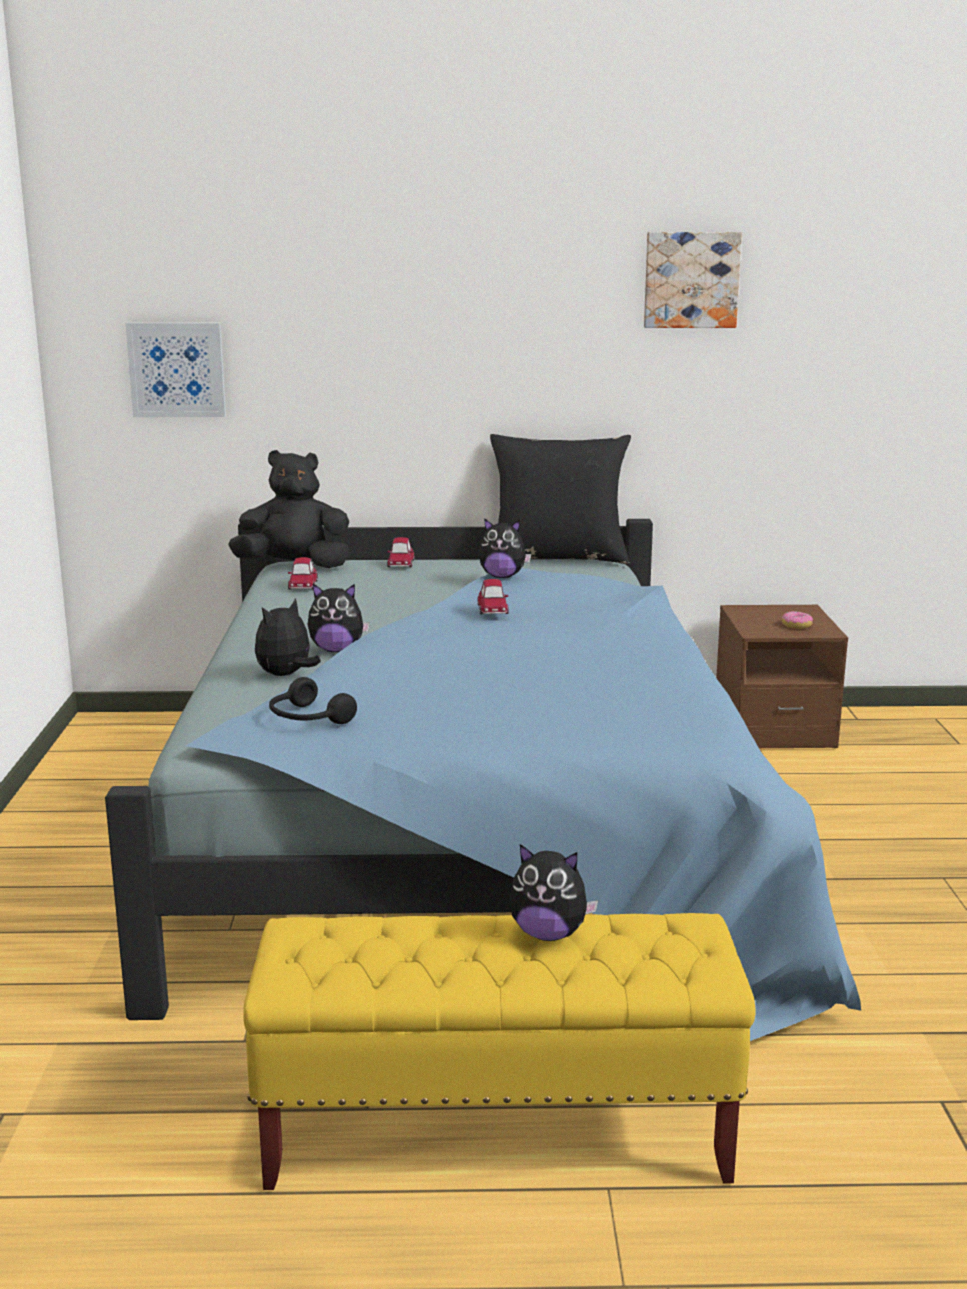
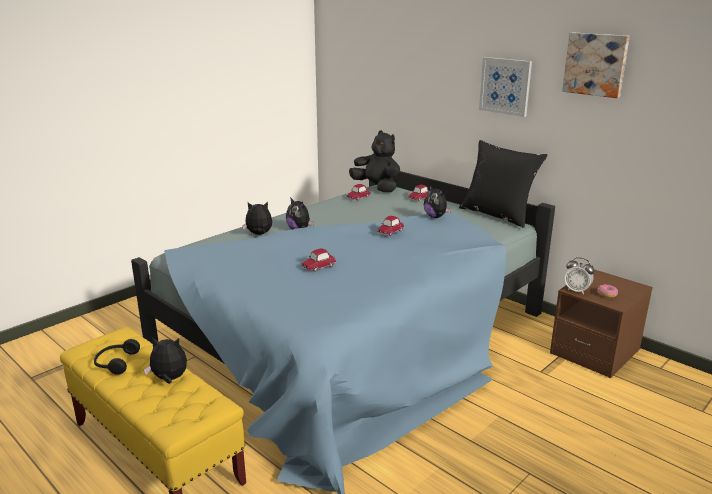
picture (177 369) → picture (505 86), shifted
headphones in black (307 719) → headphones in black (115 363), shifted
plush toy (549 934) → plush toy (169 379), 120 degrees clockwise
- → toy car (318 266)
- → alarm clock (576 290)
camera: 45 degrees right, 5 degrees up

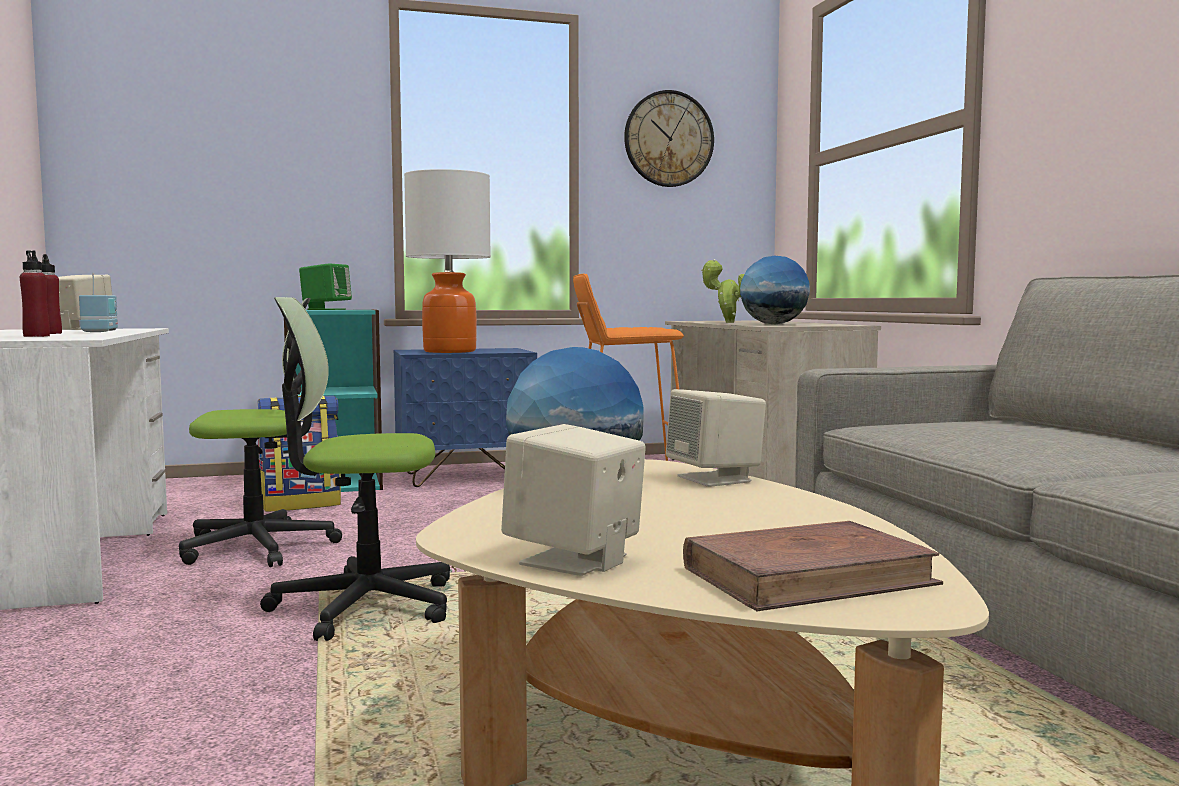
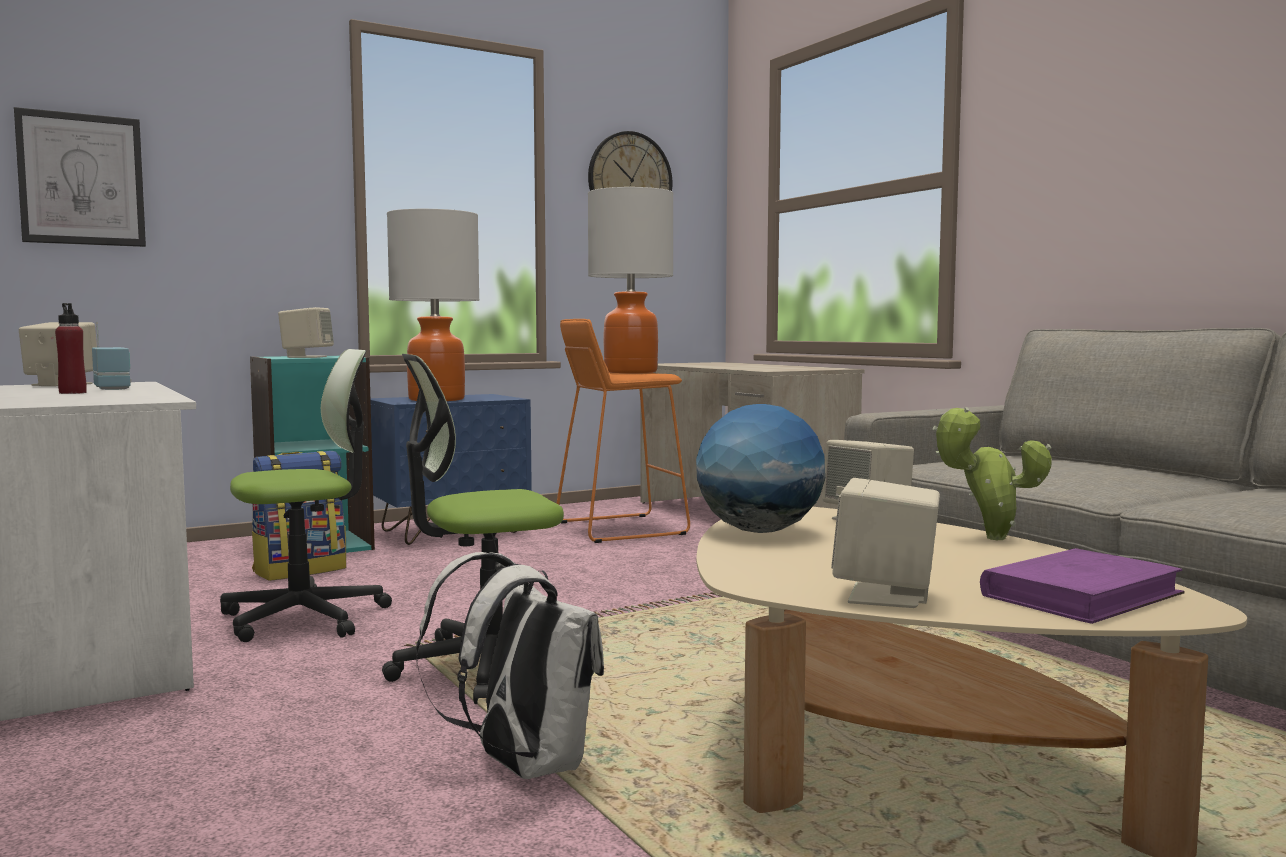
bottle in red (36 336) → -
speaker in green (326 309) → speaker in beige (307 357)
book in brown (808 577) → book in purple (1081 595)
potted plant (726 322) → potted plant (988 538), shifted
globe (773 324) → -
- → picture (81 179)
- → backpack in white (521 766)
- → table lamp (630 372)
camera: 15 degrees left, 0 degrees up

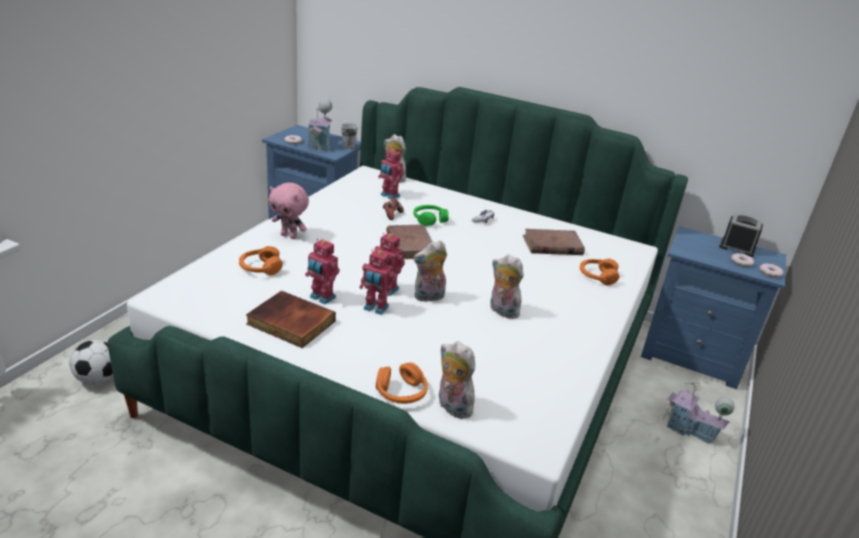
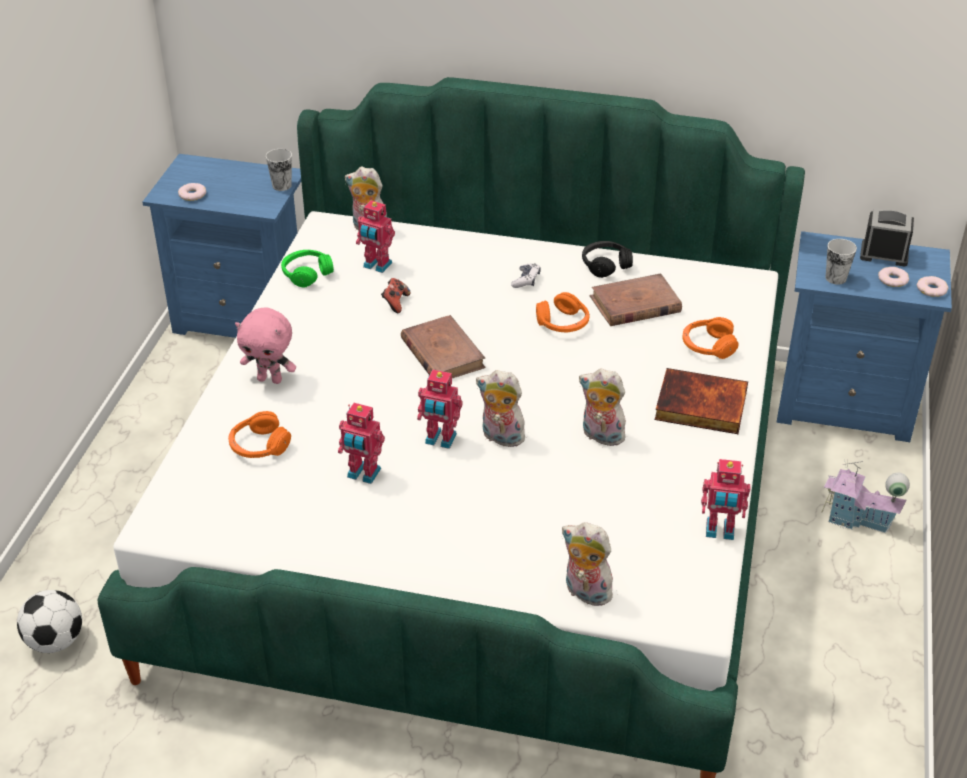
book (289 323) → book (700 406), shifted
toy house (321 144) → -
toy robot (375 308) → toy robot (720 531), shifted
headphones in orange (401 393) → headphones in orange (563 323), shifted
headphones in green (429 220) → headphones in green (307 274), shifted
plush toy (429 297) → plush toy (500 438), 60 degrees clockwise
- → headphones in black (605 265)
- → cup (835 278)
camera: 10 degrees left, 10 degrees up

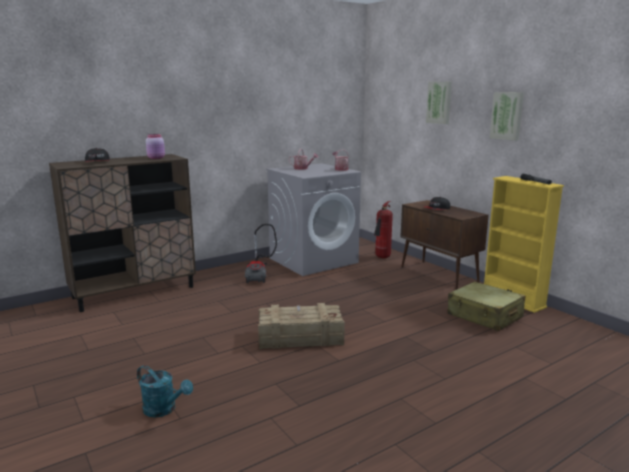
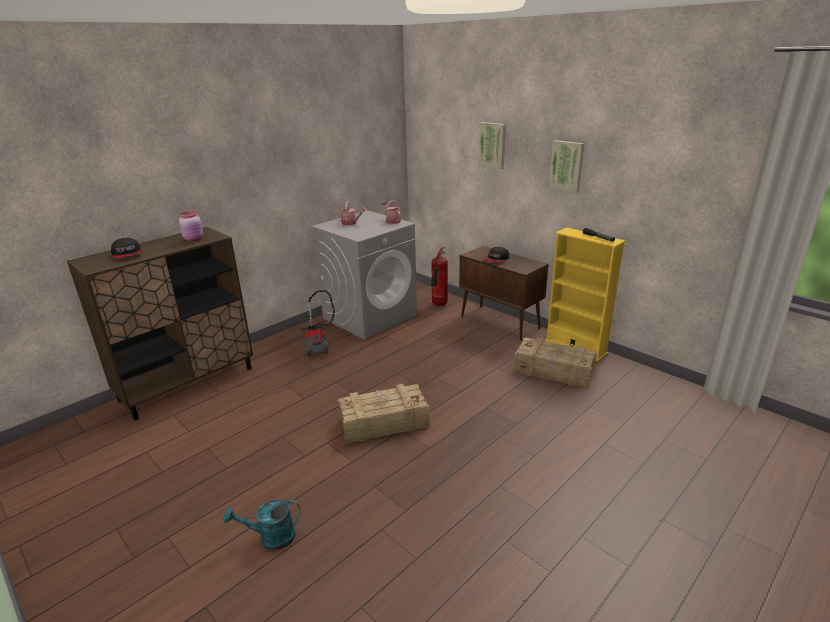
watering can in turquoise (164 409) → watering can in turquoise (271 538), 150 degrees clockwise
suitcase in beige (484 316) → crate (554 371)
camera: 10 degrees left, 10 degrees up

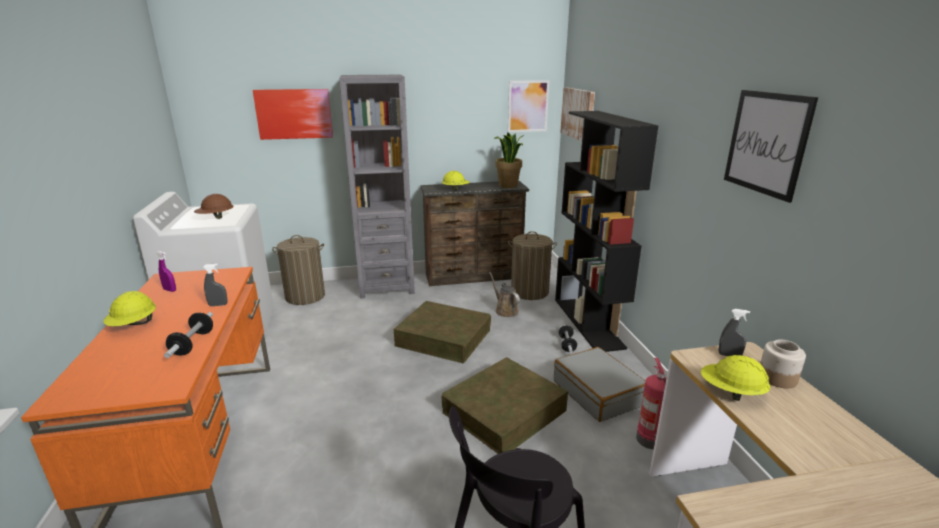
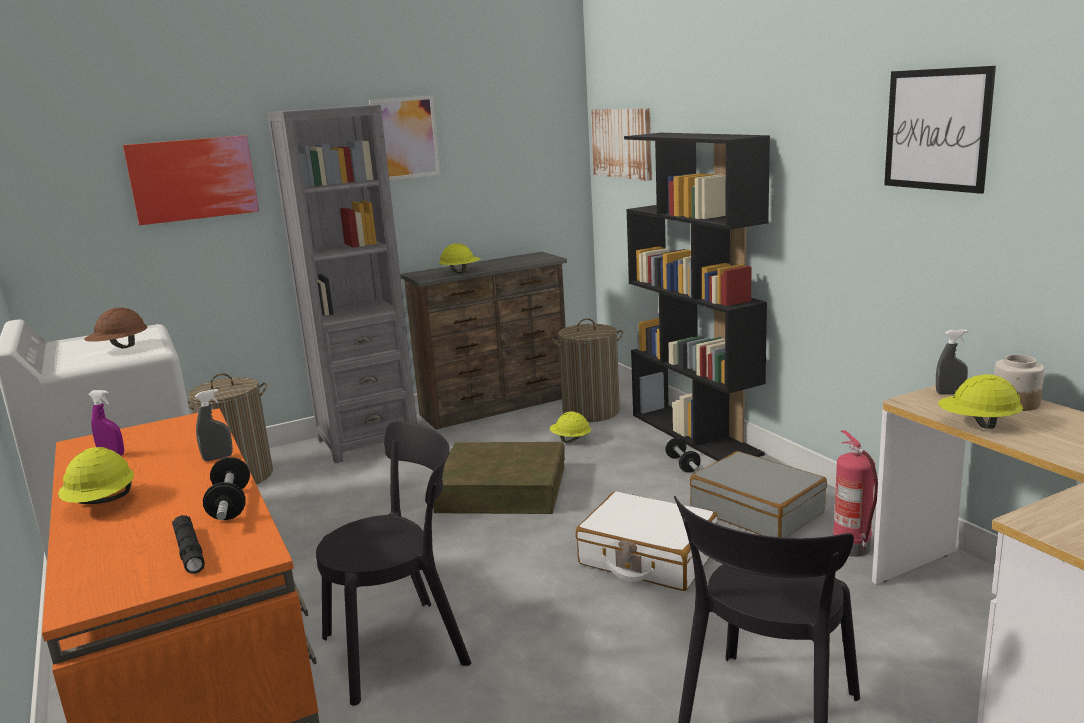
storage box in brown (504 412) → suitcase in white (647 557)
watering can in brown (505 310) → hard hat in yellow (570 440)
potted plant (508 186) → -
picture (528 106) → picture (405 138), shifted
- → flashlight in black (189 551)
- → chair in black (402 647)
camera: 15 degrees left, 5 degrees down

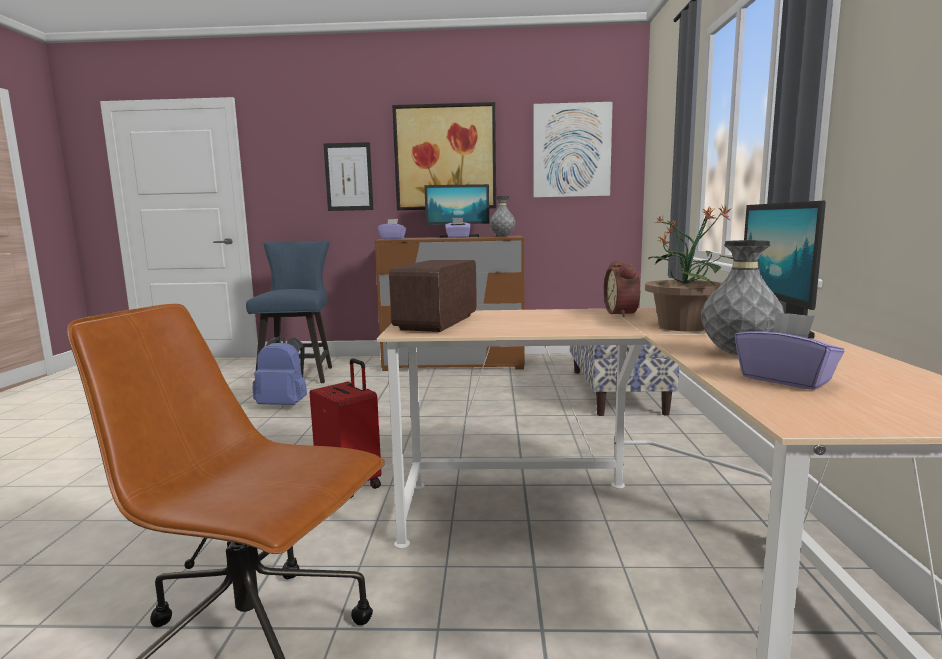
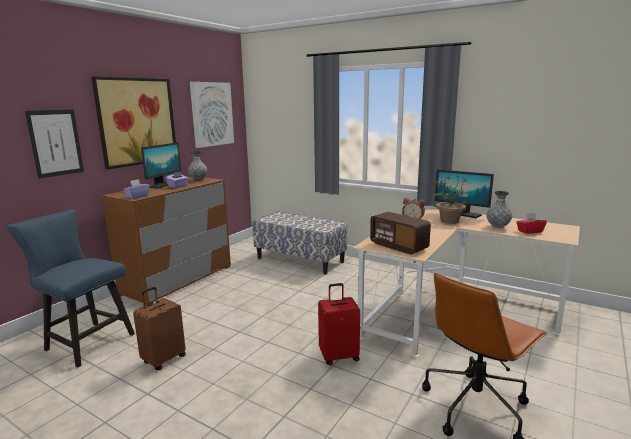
backpack in blue (284 405) → suitcase in brown (163 359)
tissue box in purple (785 379) → tissue box in red (529 231)
camera: 60 degrees left, 5 degrees up

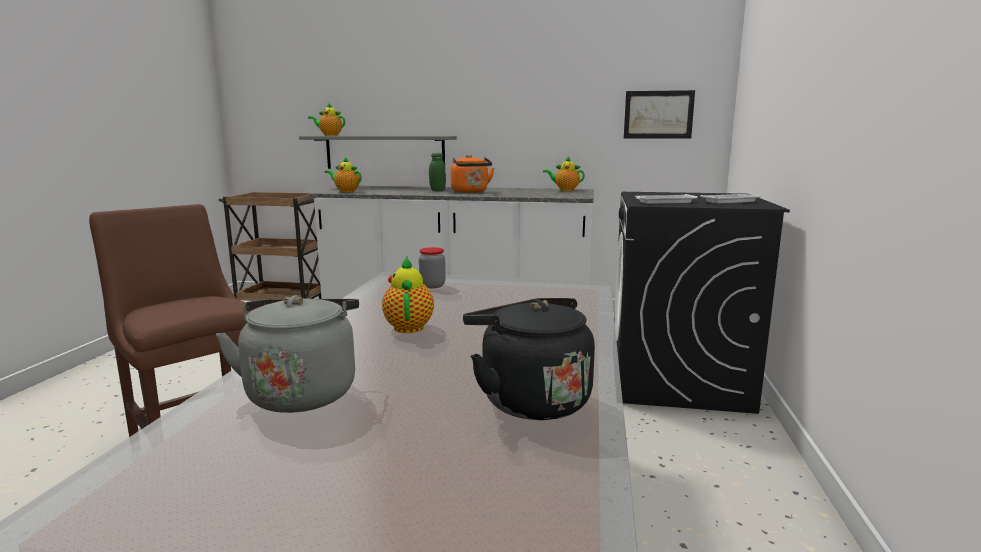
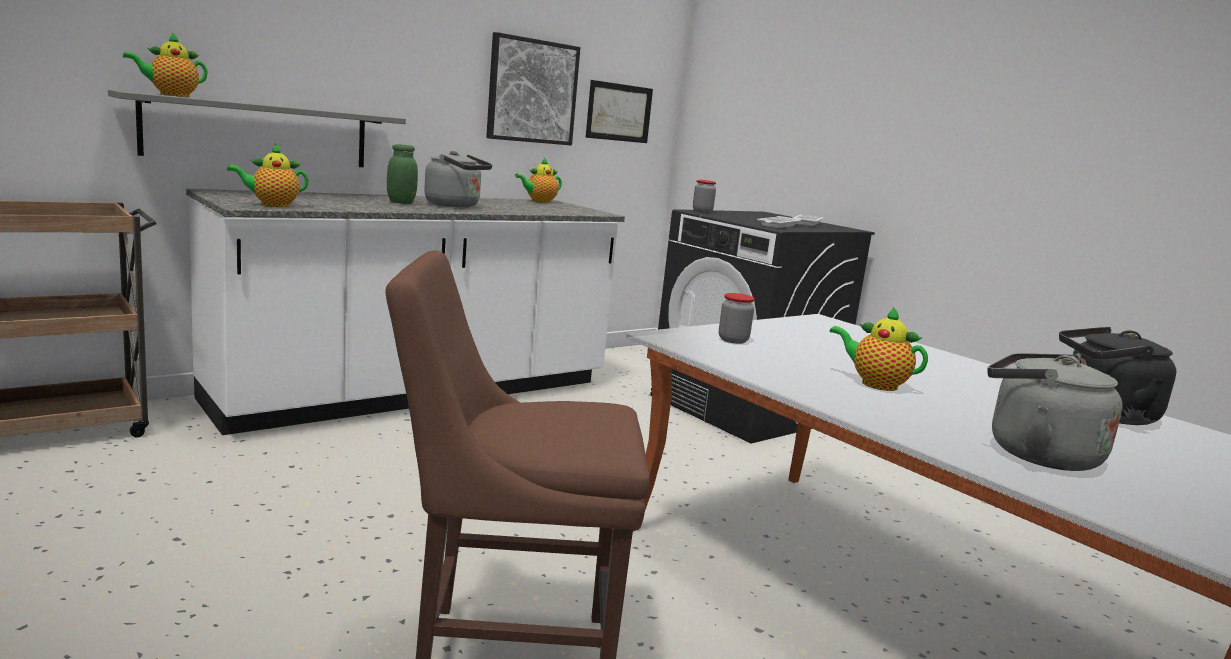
kettle in orange (470 192) → kettle in grey (456 205)
- → picture (532 91)
- → jar (702 211)
camera: 50 degrees left, 0 degrees up

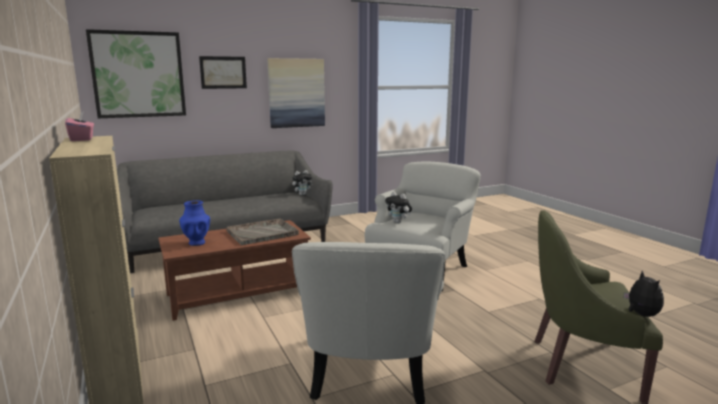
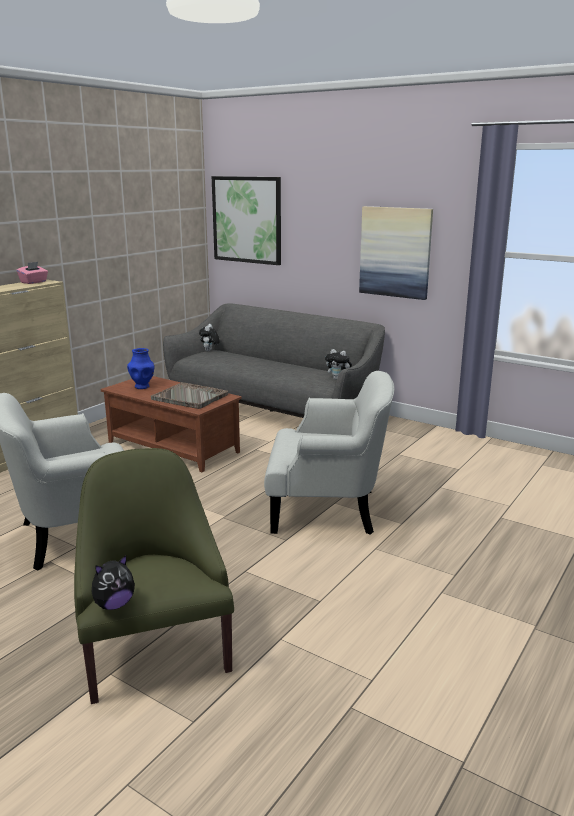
picture (223 72) → -
plush toy (398 222) → plush toy (209 351), shifted
camera: 60 degrees right, 5 degrees up

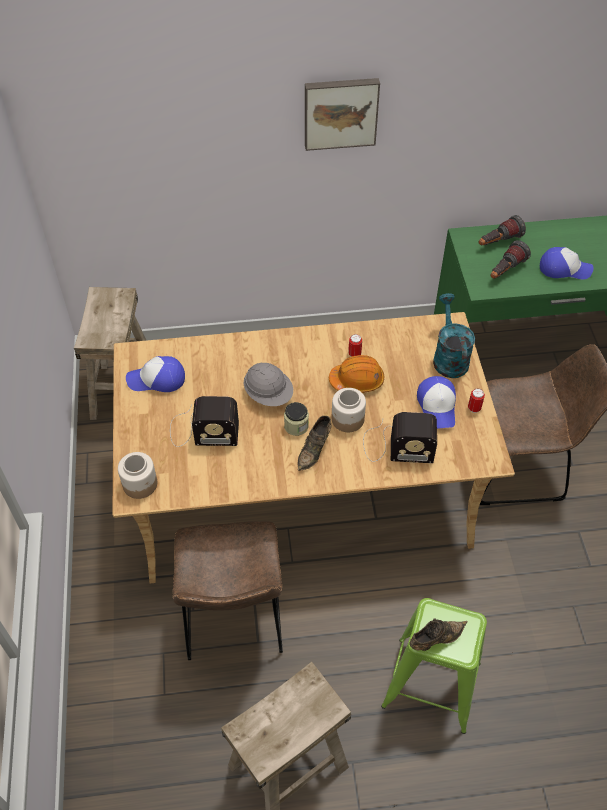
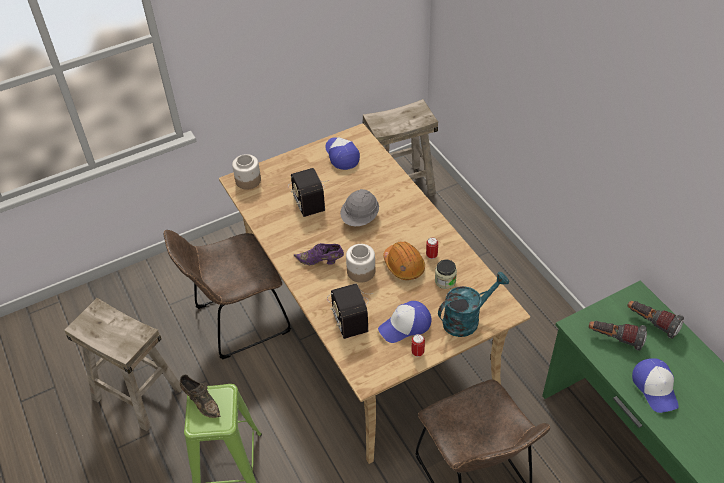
jar (296 426) → jar (445 281), shifted
shoe in brown (315 450) → shoe in purple (321 261)
picture (340 112) → -
camera: 70 degrees right, 5 degrees down

